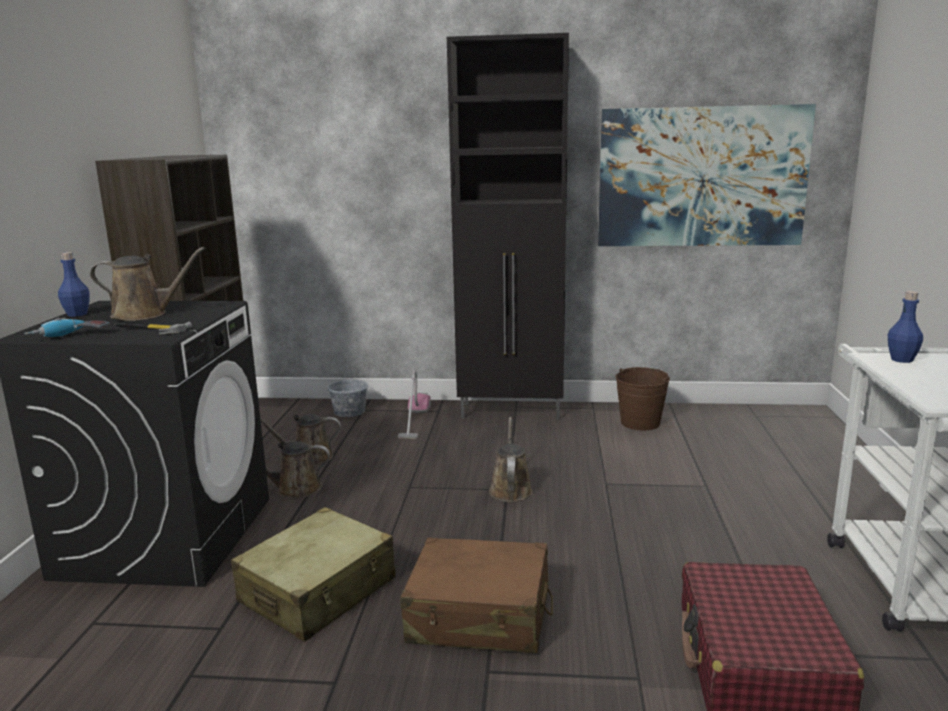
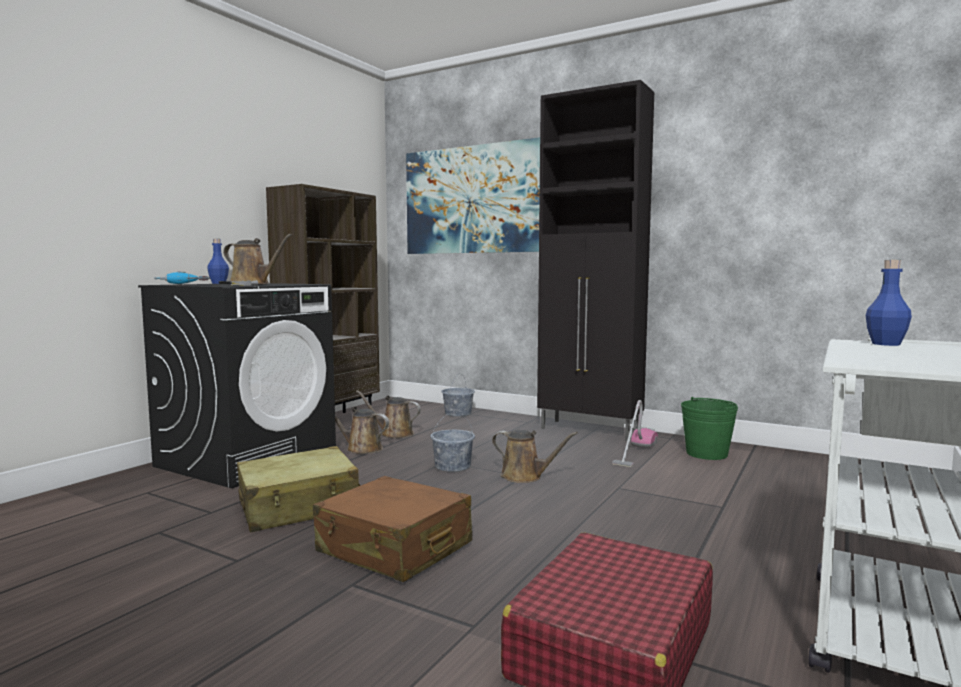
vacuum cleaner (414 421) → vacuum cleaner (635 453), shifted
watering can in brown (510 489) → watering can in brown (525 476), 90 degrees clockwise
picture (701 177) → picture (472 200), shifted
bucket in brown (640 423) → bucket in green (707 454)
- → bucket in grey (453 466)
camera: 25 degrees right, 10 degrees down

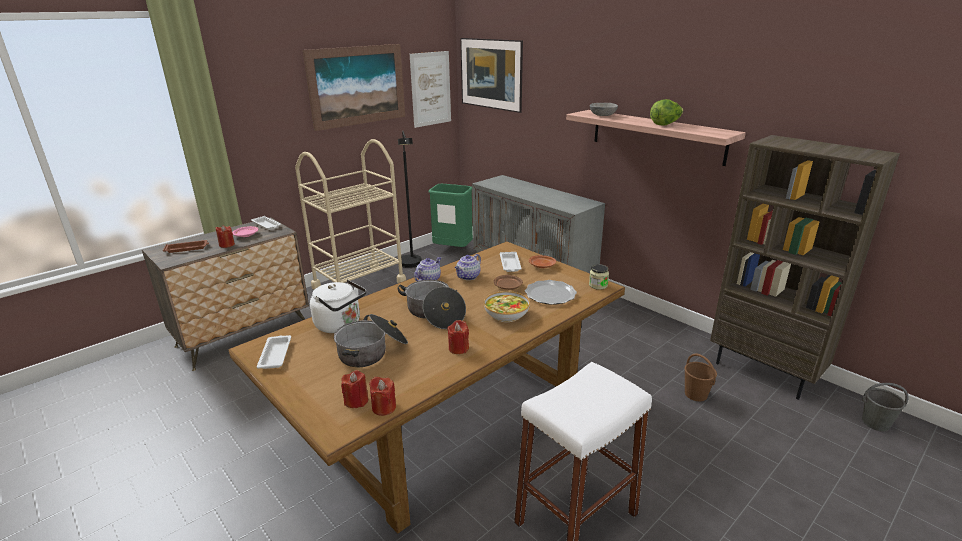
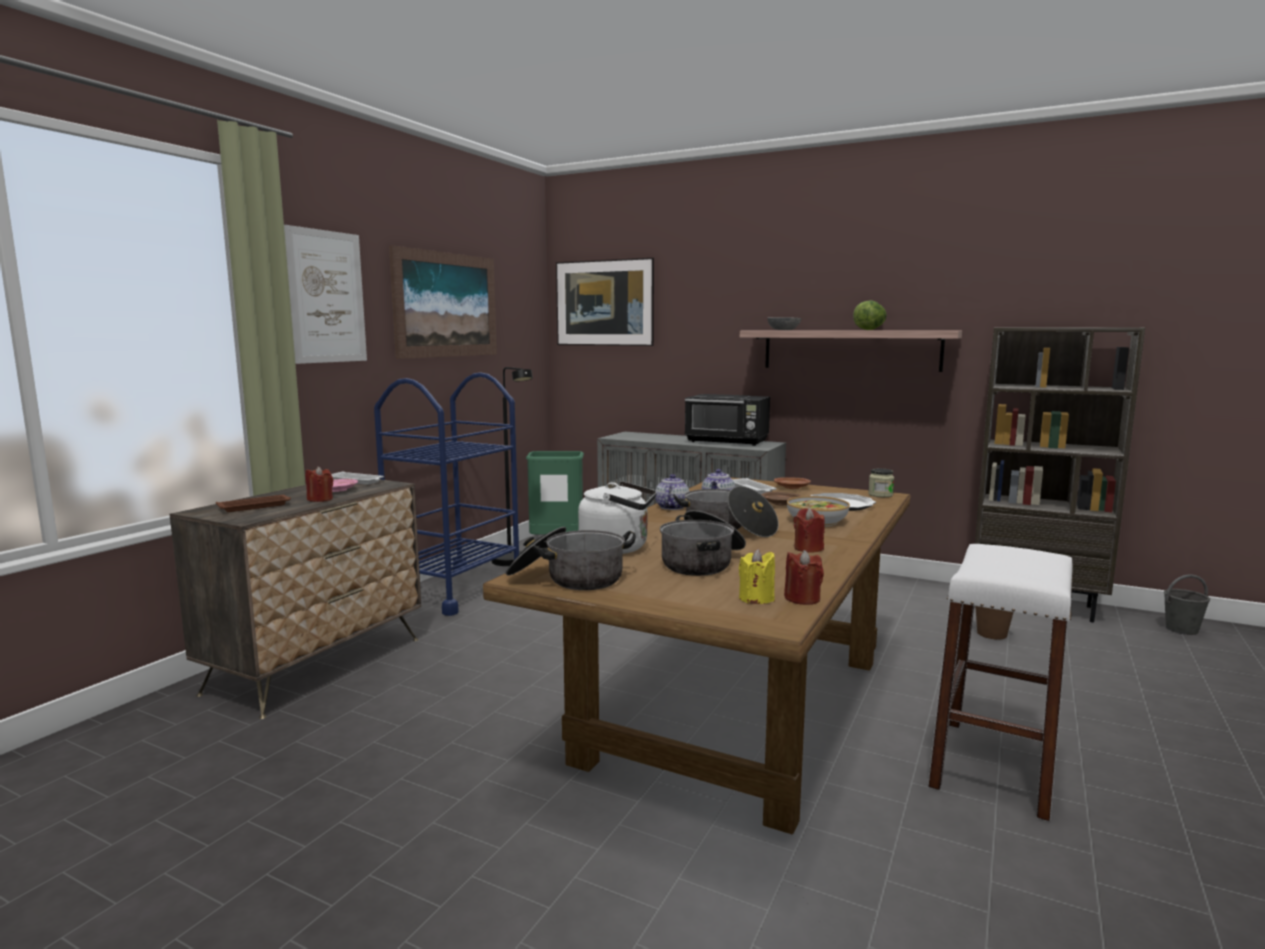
tray in white (275 354) → cooking pot (568 579)
cart in beige (359 285) → cart in blue (455 590)
candle in red (356 401) → candle in yellow (756 598)
picture (431 89) → picture (327 297), shifted
- → microwave in black (727 442)
camera: 20 degrees left, 15 degrees down

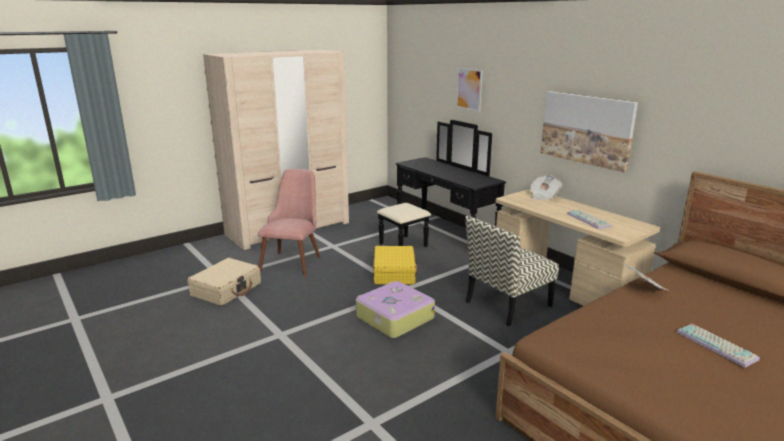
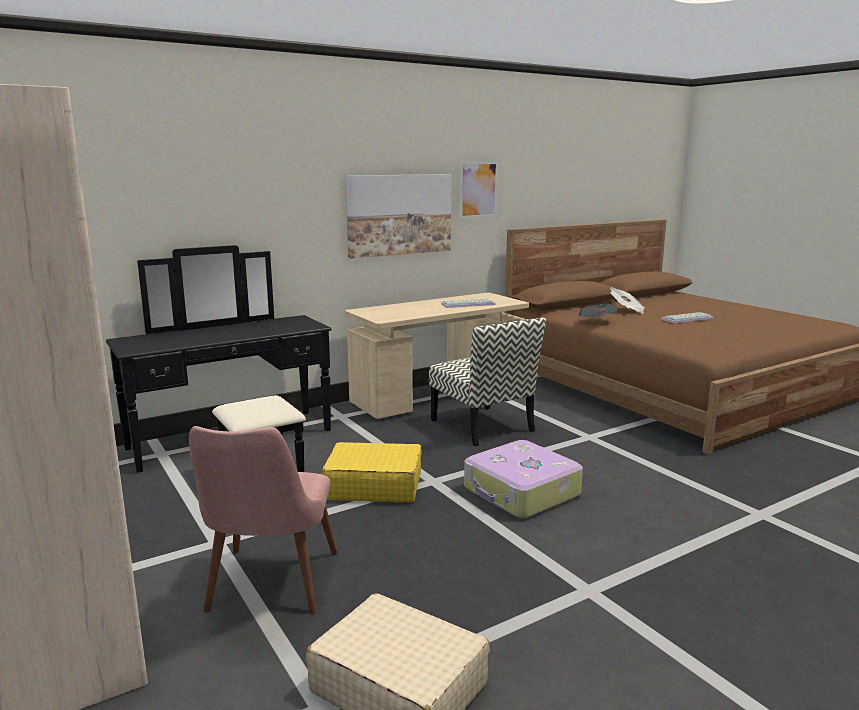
chair in pink (294 260) → chair in pink (269 591), 105 degrees counterclockwise
picture (469 89) → picture (478 189), shifted
newspaper (543 196) → newspaper (627 310), shifted
camera: 85 degrees left, 5 degrees down

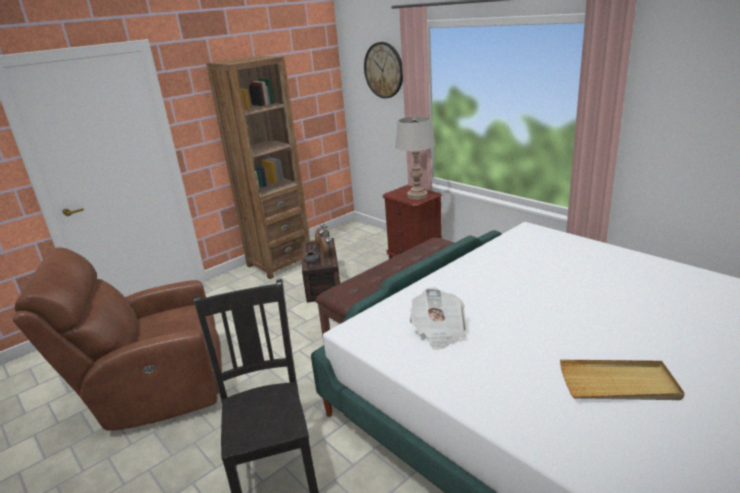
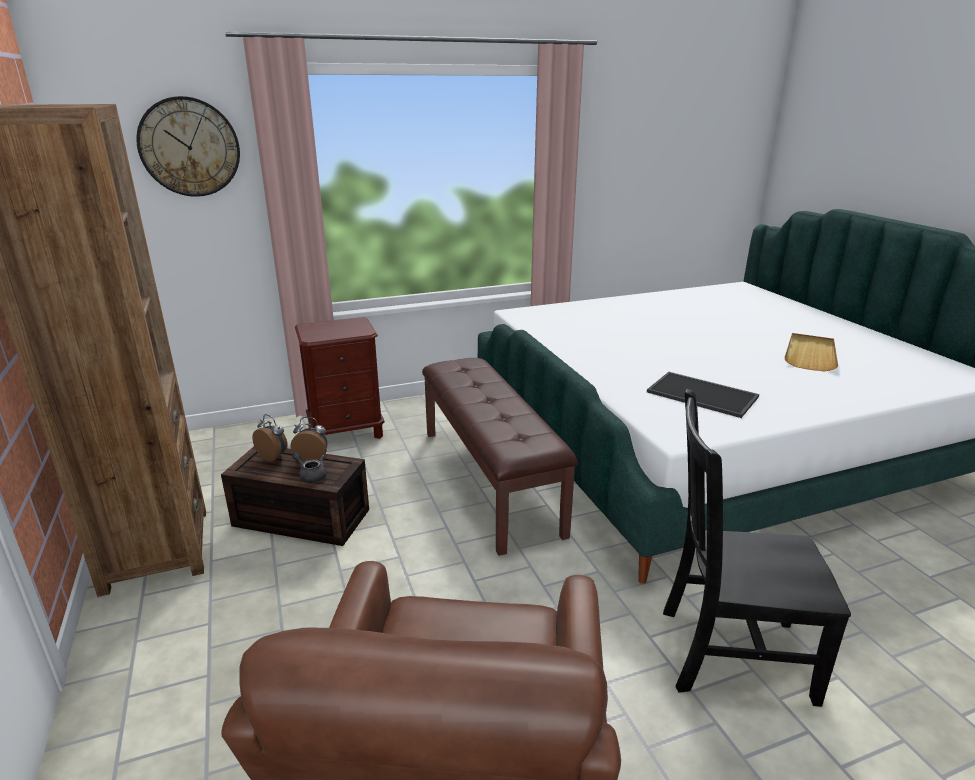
table lamp in grey (417 196) → -
newspaper (438 332) → tray (703 394)
camera: 70 degrees left, 0 degrees up

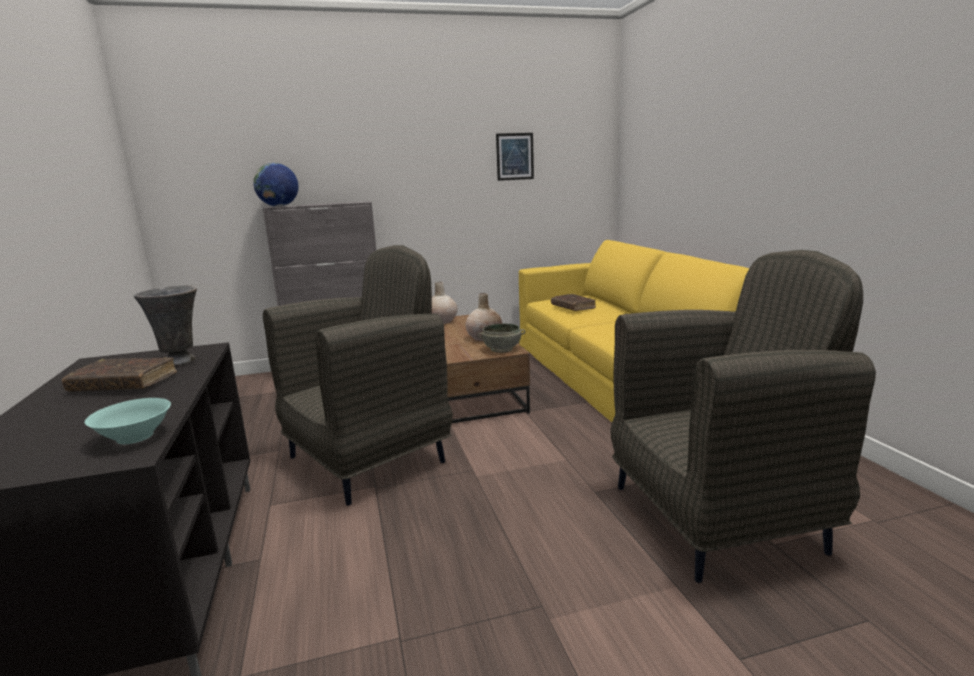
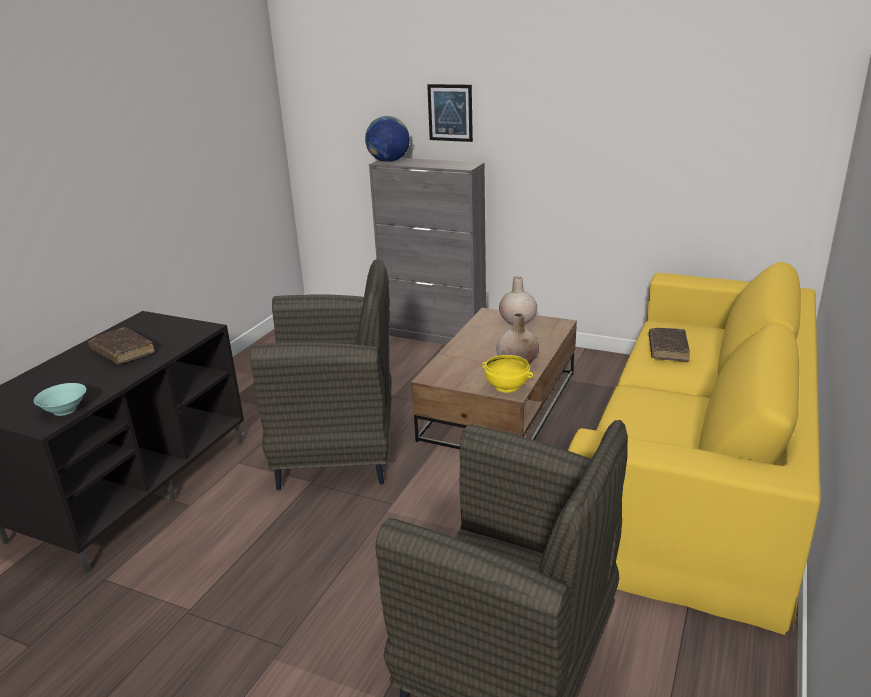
vase in grey (180 361) → -
bowl in grey (502 349) → bowl in yellow (506 386)
picture (515 156) → picture (450 113), shifted
camera: 40 degrees right, 10 degrees up

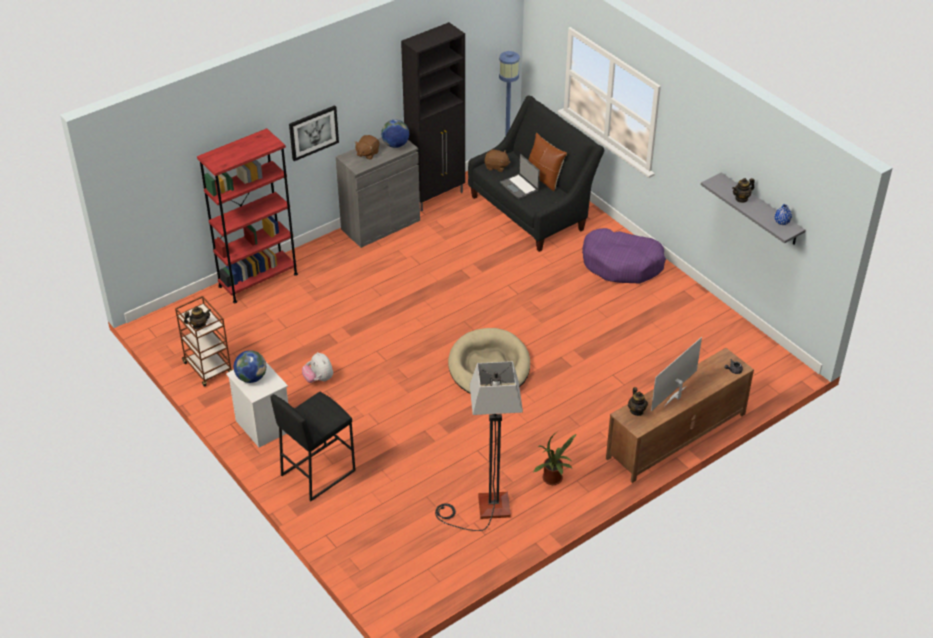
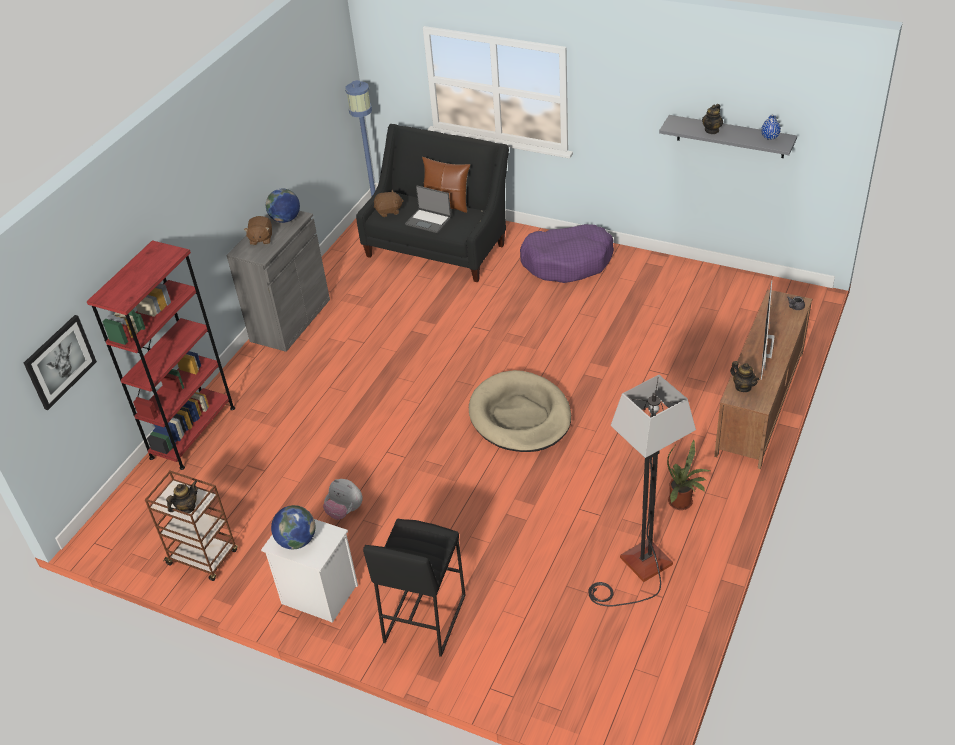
picture (313 132) → picture (59 361), shifted
cabinet in black (437 196) → -
camera: 25 degrees left, 0 degrees up

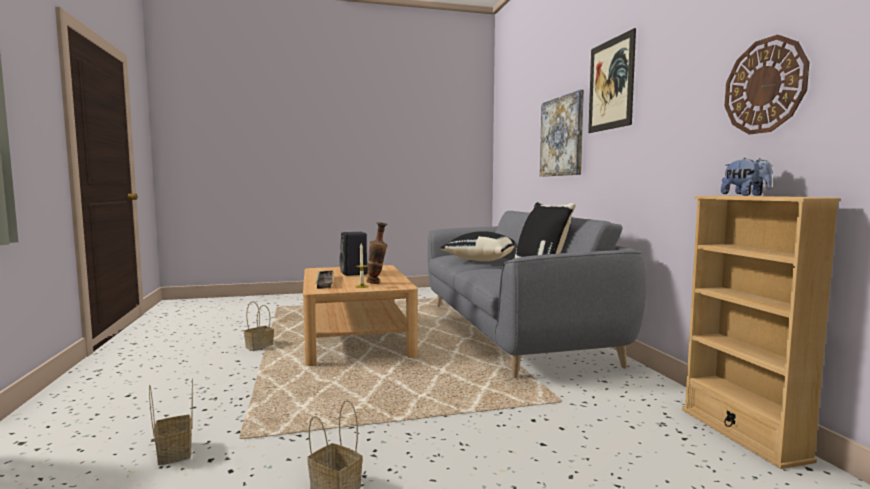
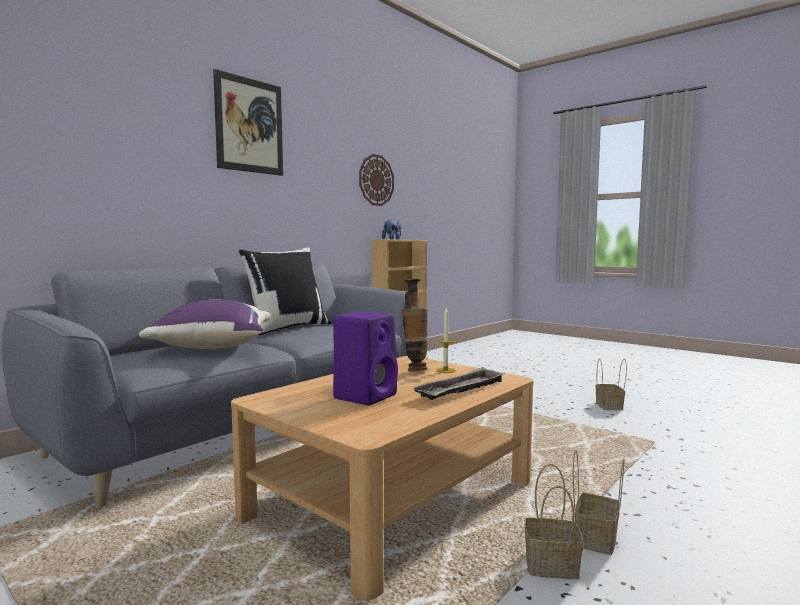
basket (175 453) → basket (595 538), shifted
speaker in black (354 273) → speaker in purple (366 396)
pillow in black (481 260) → pillow in purple (211 347)
picture (561 136) → -
camera: 125 degrees left, 0 degrees up

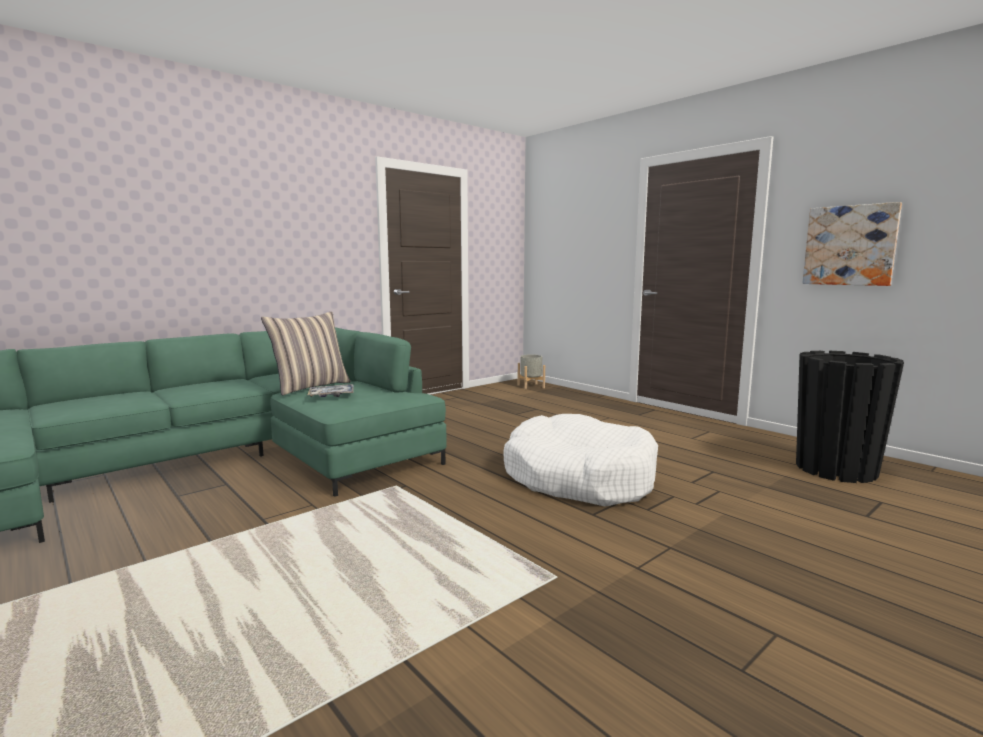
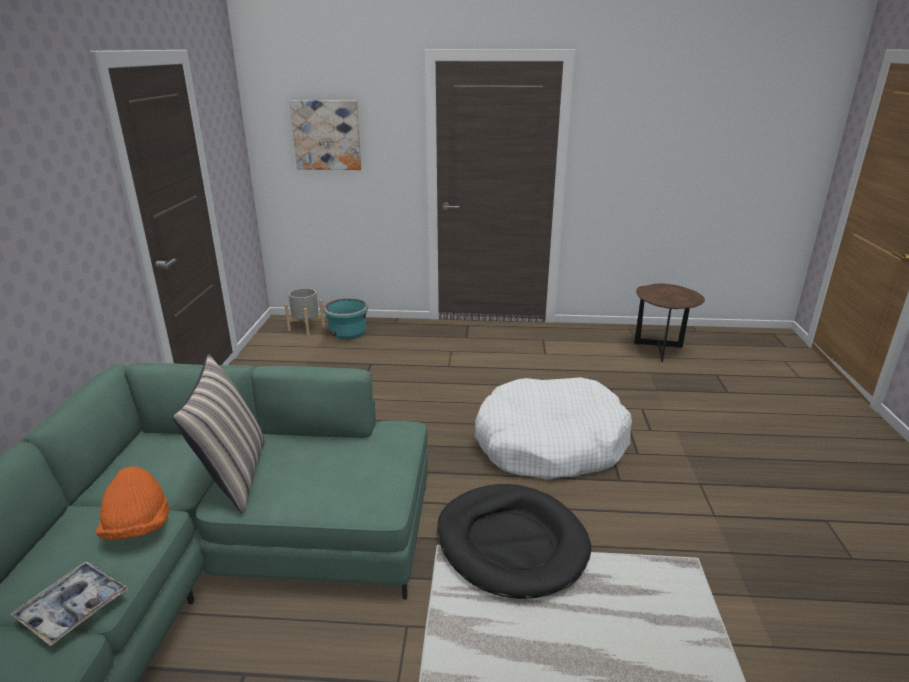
tray (331 395) → tray (73 608), shifted
planter in black (836 469) → side table in brown (660 352)
picture (850 245) → picture (327 135), shifted
- → hat in orange (138 528)
- → planter in turquoise (348 333)
- → dog bed in black (511 543)
camera: 45 degrees left, 15 degrees up

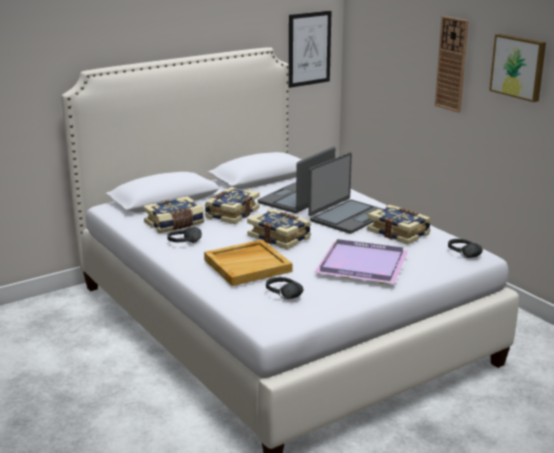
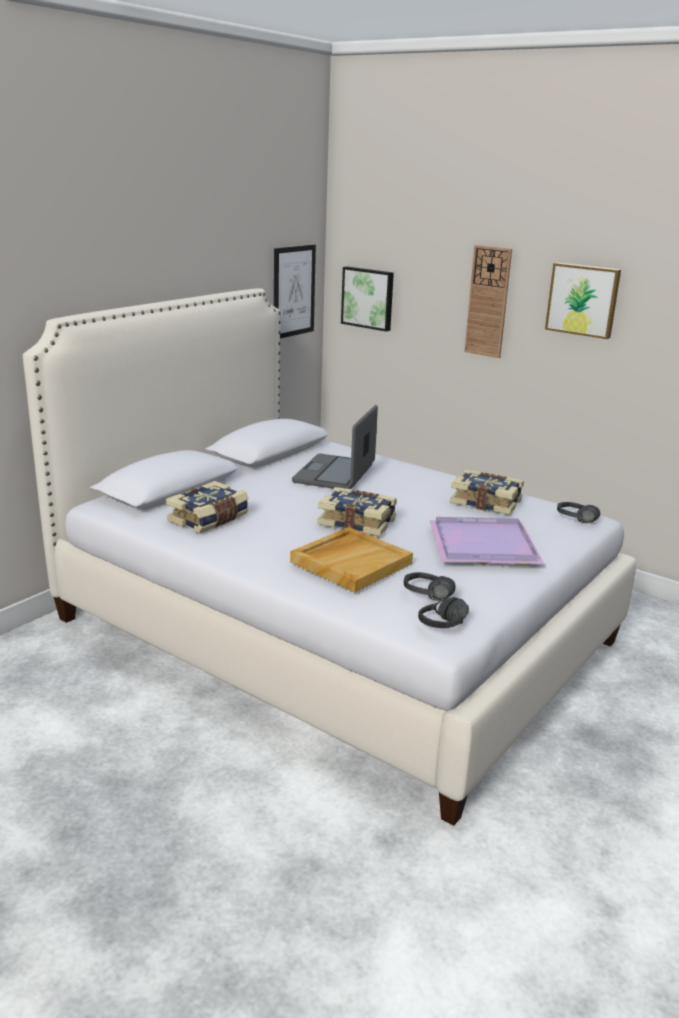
headphones in black (186 244) → headphones in black (450 627), shifted
book (231 214) → -
laptop (348 217) → -
- → picture (368 298)
camera: 20 degrees left, 0 degrees up

